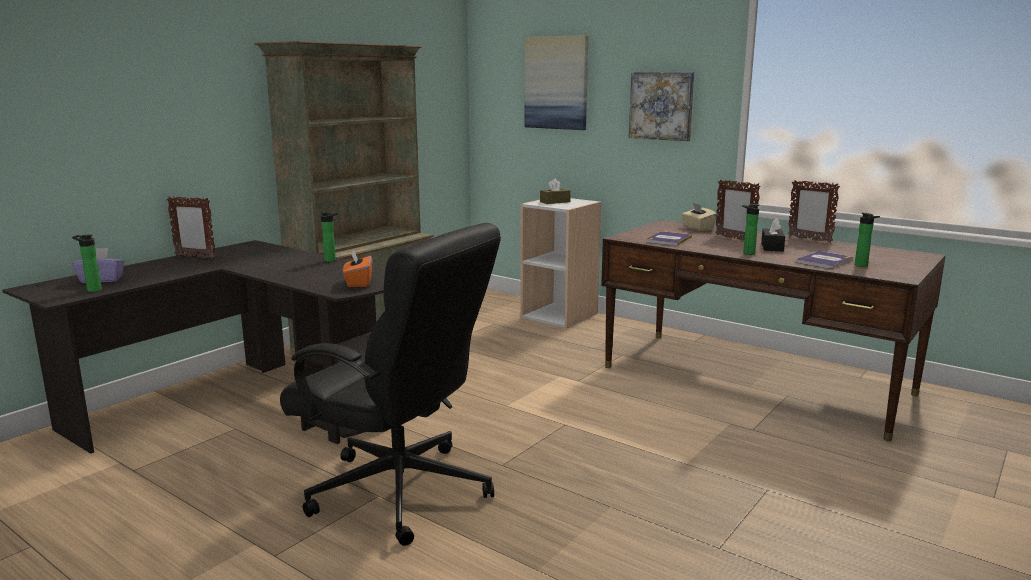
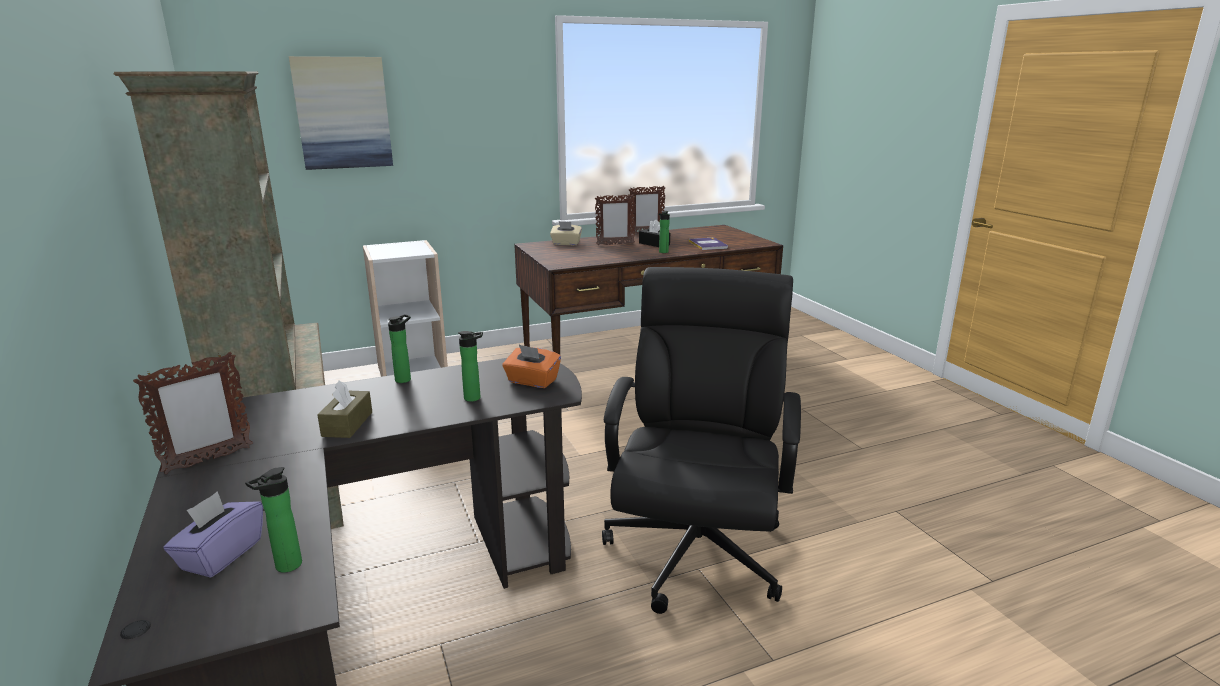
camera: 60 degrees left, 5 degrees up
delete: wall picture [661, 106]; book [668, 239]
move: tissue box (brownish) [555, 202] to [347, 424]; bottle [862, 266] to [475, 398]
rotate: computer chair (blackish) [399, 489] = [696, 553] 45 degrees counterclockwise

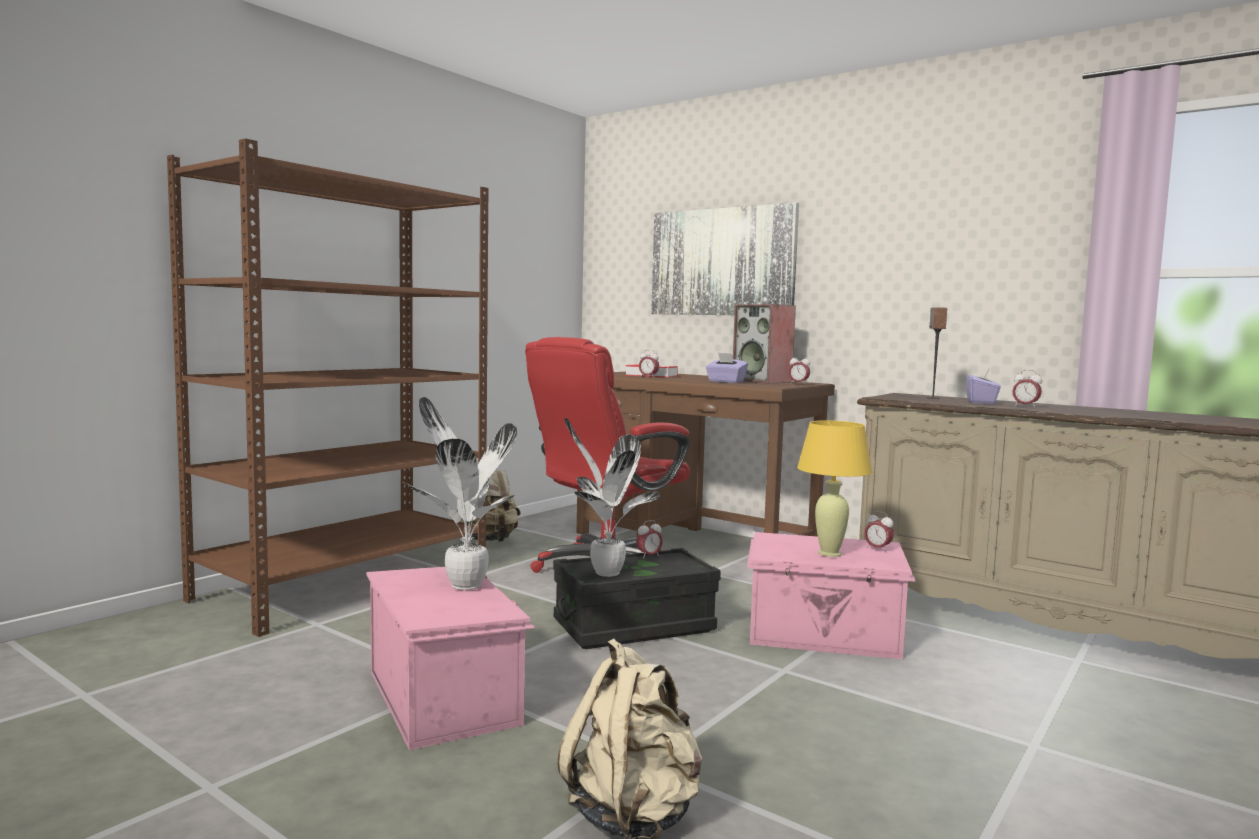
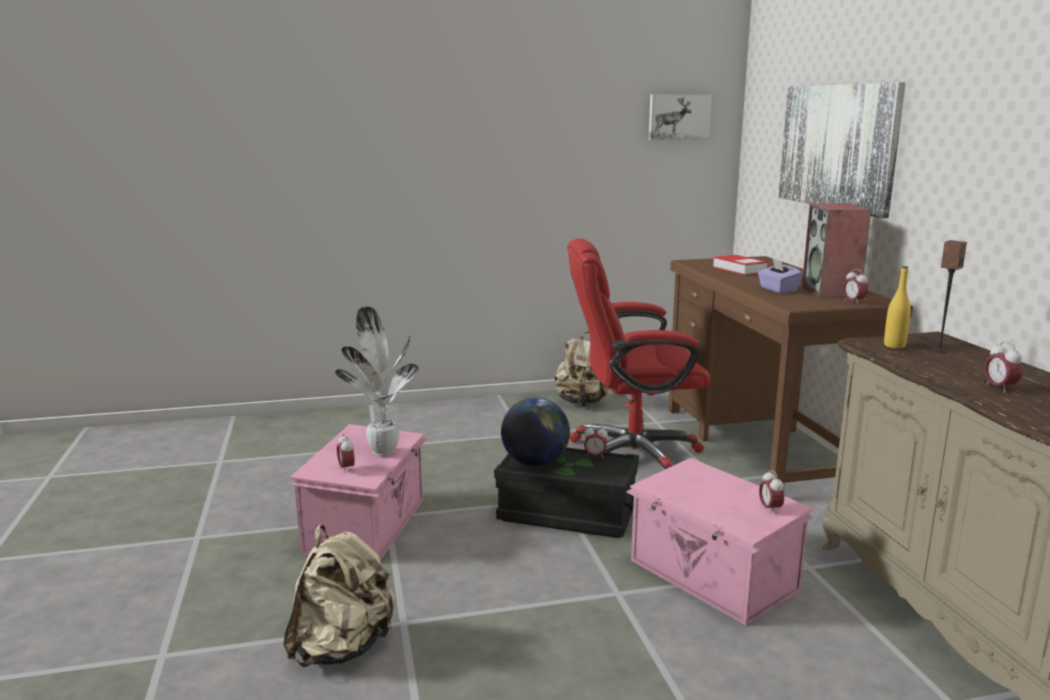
camera: 40 degrees right, 10 degrees up
delete: shelving unit (brownish) [346, 584]; table lamp (yellow-coloured) [829, 553]; tissue box (purple-coloured) [981, 402]
insert: wall picture [678, 117]; bottle (yellow-coloured) [894, 346]
move: table clock [648, 377] to [346, 468]
replace: potted plant [604, 573] to desk globe [535, 463]

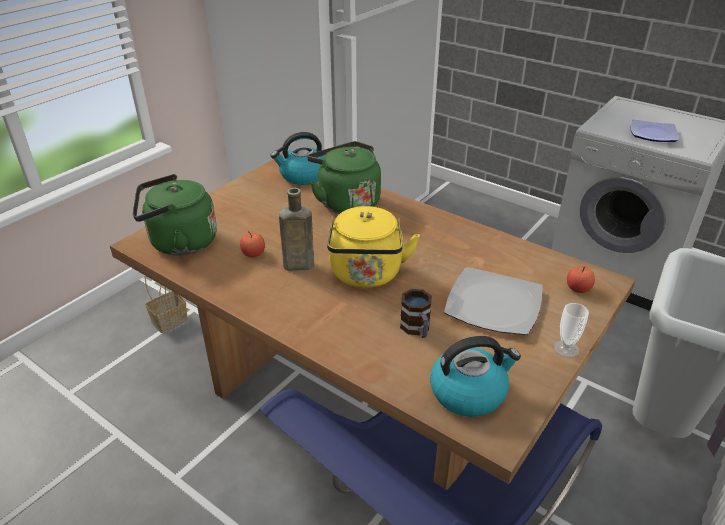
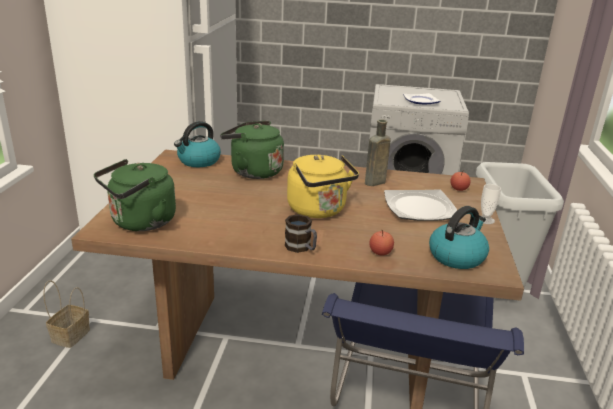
camera: 30 degrees left, 10 degrees down
move: apple fruit [253, 254] to [380, 252]; bottle (brownish) [296, 265] to [373, 183]; tea mug [417, 329] to [301, 248]

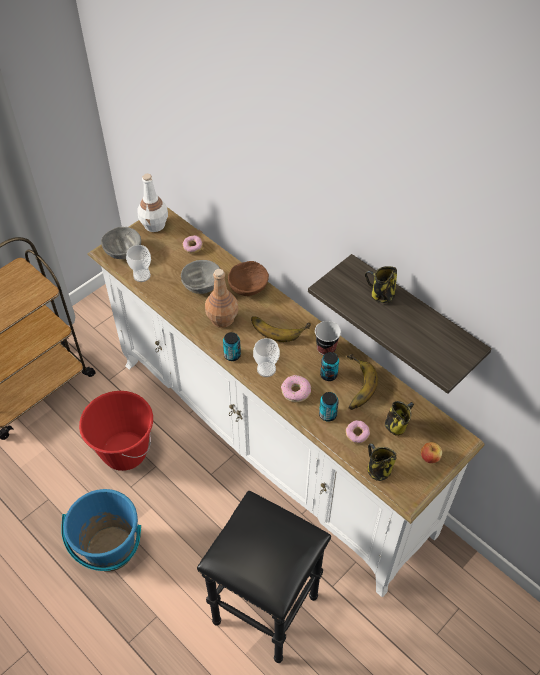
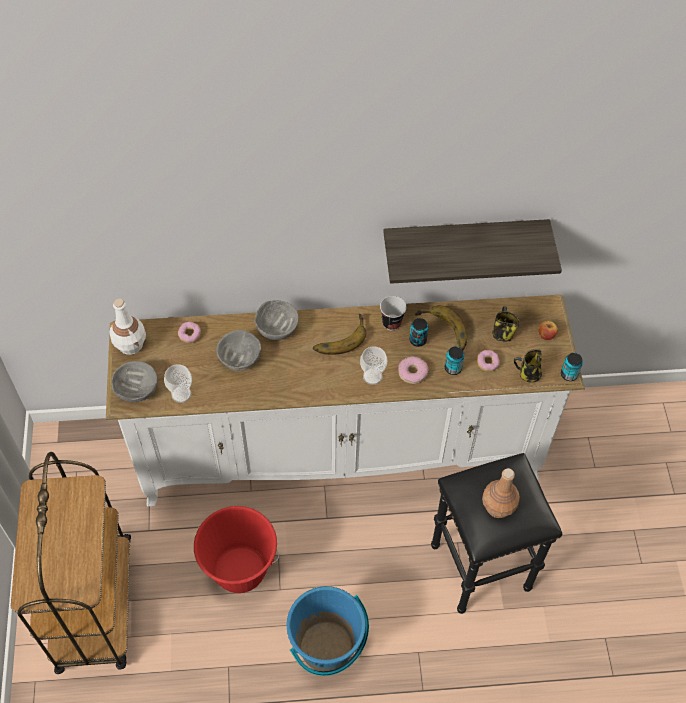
camera: 50 degrees left, 5 degrees up
delete: tea mug [381, 295]
move: bottle (brownish) [222, 318] to [497, 506]; can [232, 355] to [569, 374]
recolor: deep dish (brownish) [248, 287] to deep dish (greyish) [277, 328]

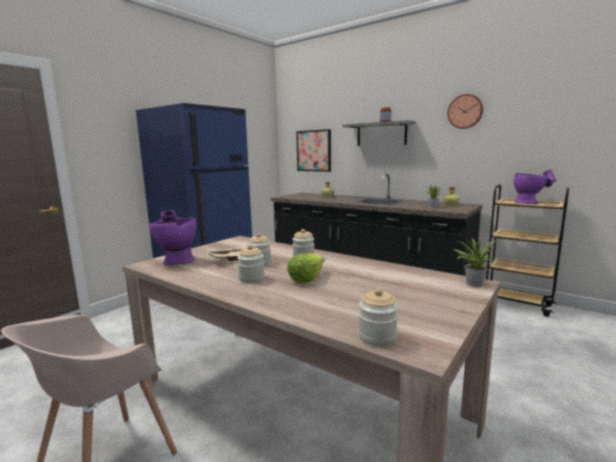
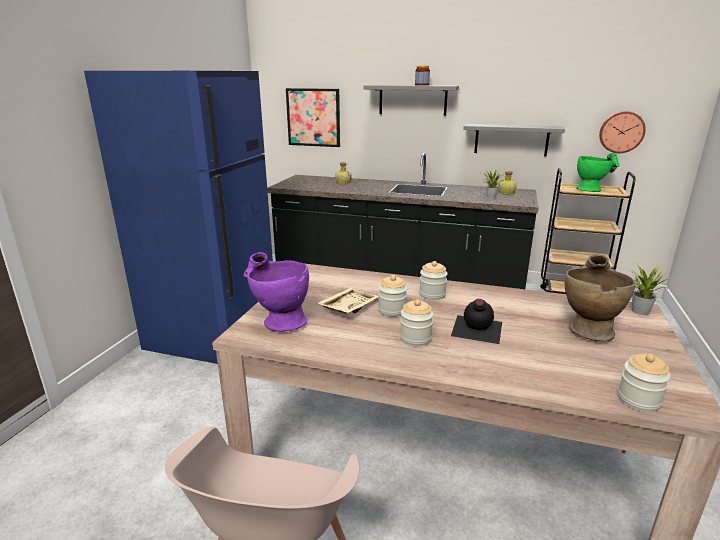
camera: 20 degrees left, 10 degrees up
insert: shelf (greyish) [511, 139]; decorative vase (sand-coloured) [588, 328]
move: hanging clock [465, 111] to [621, 132]
replace: lettuce head [306, 278] to bottle (blackish) [476, 329]
recolor: decorative vase (purple-coloured) [530, 203] to decorative vase (greenish) [592, 190]

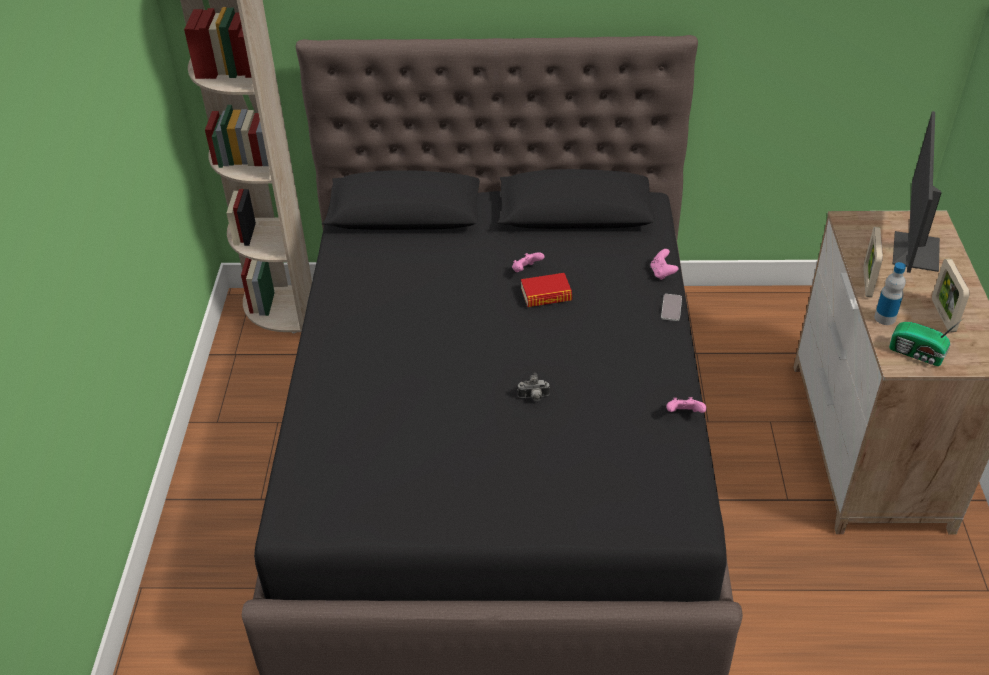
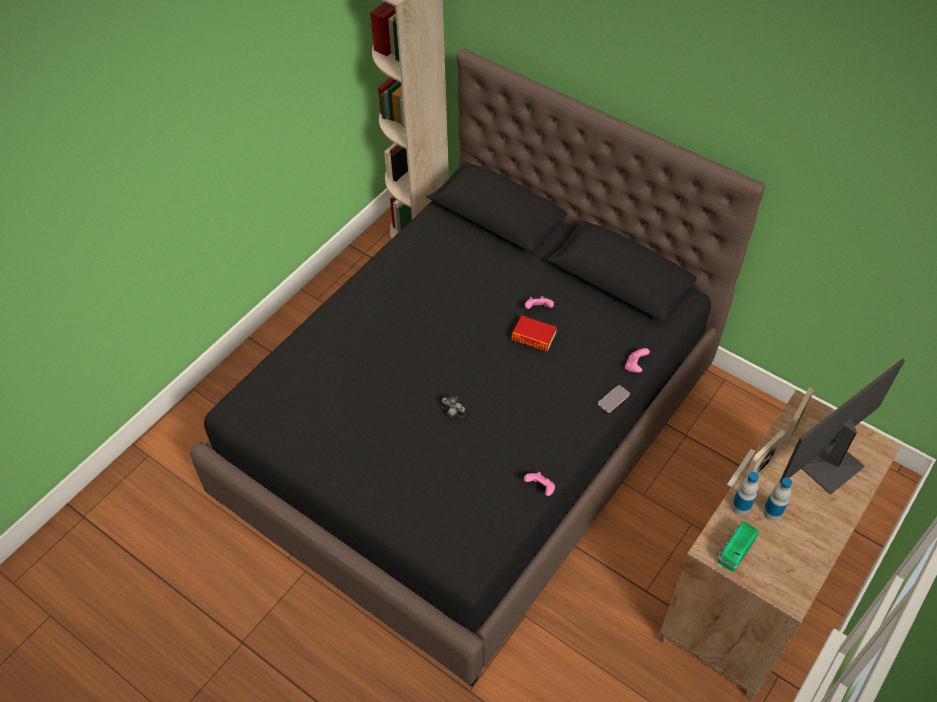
camera: 35 degrees right, 10 degrees up
insert: bottle [772, 512]
move: photo frame [943, 316] to [792, 428]
rotate: radio set [917, 354] = [734, 551] 60 degrees clockwise

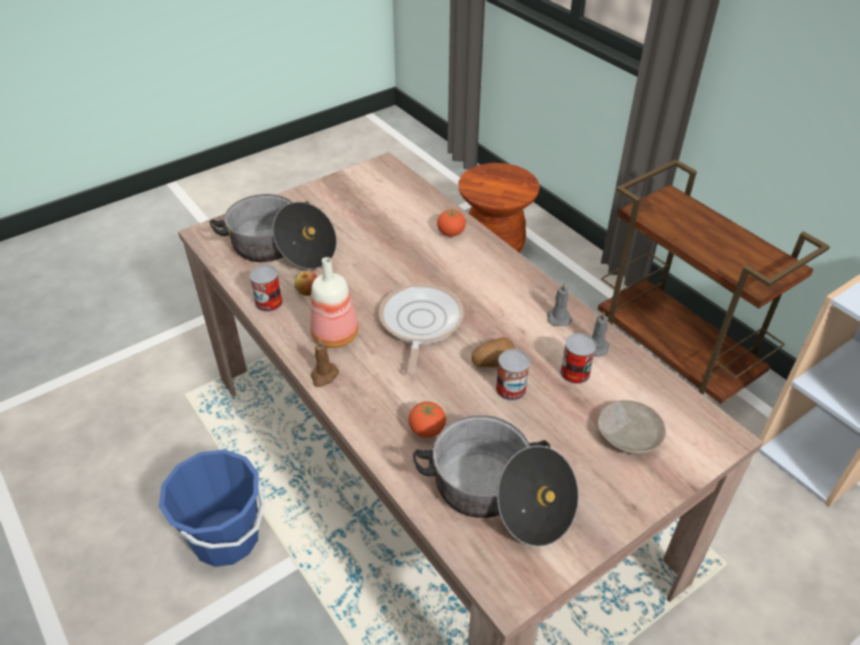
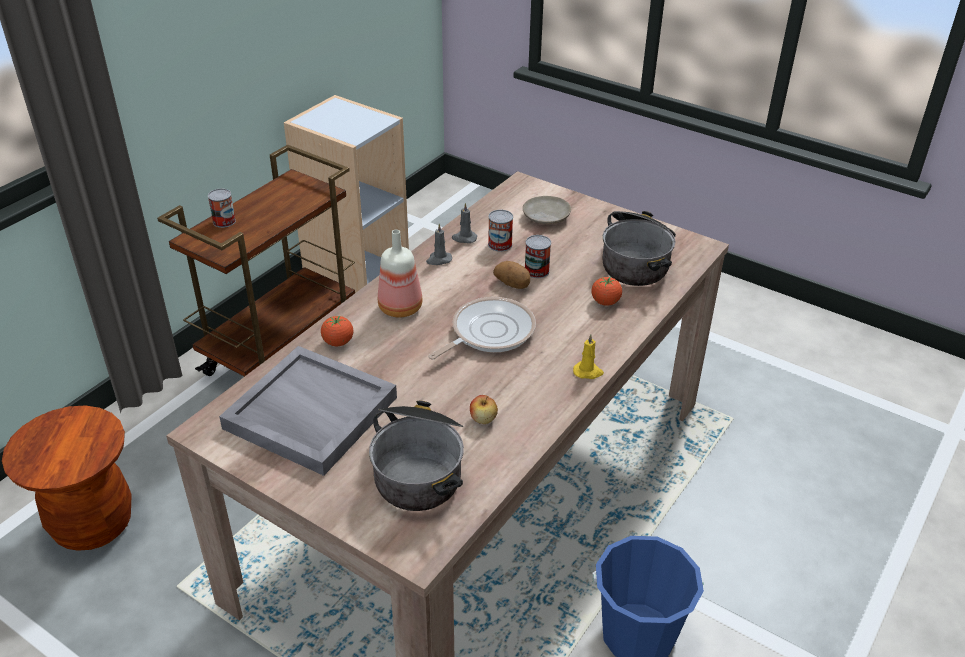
camera: 110 degrees left, 5 degrees down
insert: serving tray (greyish) [309, 413]
move: can [269, 302] to [224, 221]; bottle [336, 336] to [401, 307]
recolor: wax light (brownish) [324, 376] to wax light (yellow-coloured) [588, 372]
rotate: frying pan [420, 323] = [488, 332] 150 degrees clockwise

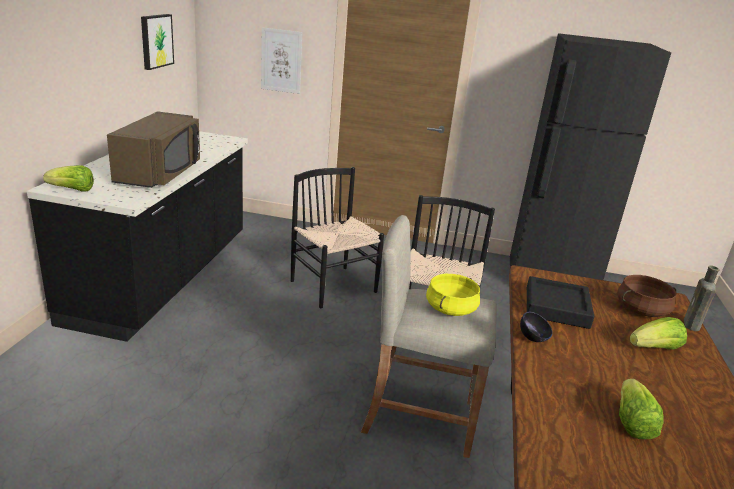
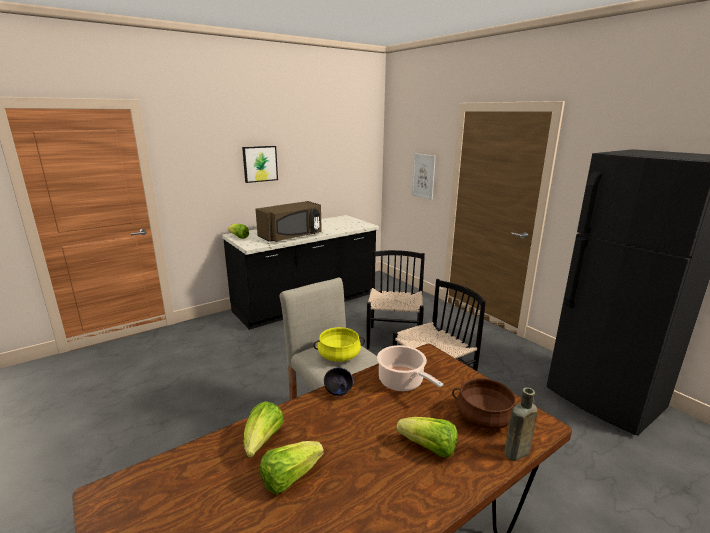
camera: 45 degrees right, 5 degrees down
insert: lettuce head [262, 442]
move: wall picture [156, 41] to [260, 163]
replace: serving tray (blackish) [556, 307] to saucepot [402, 382]

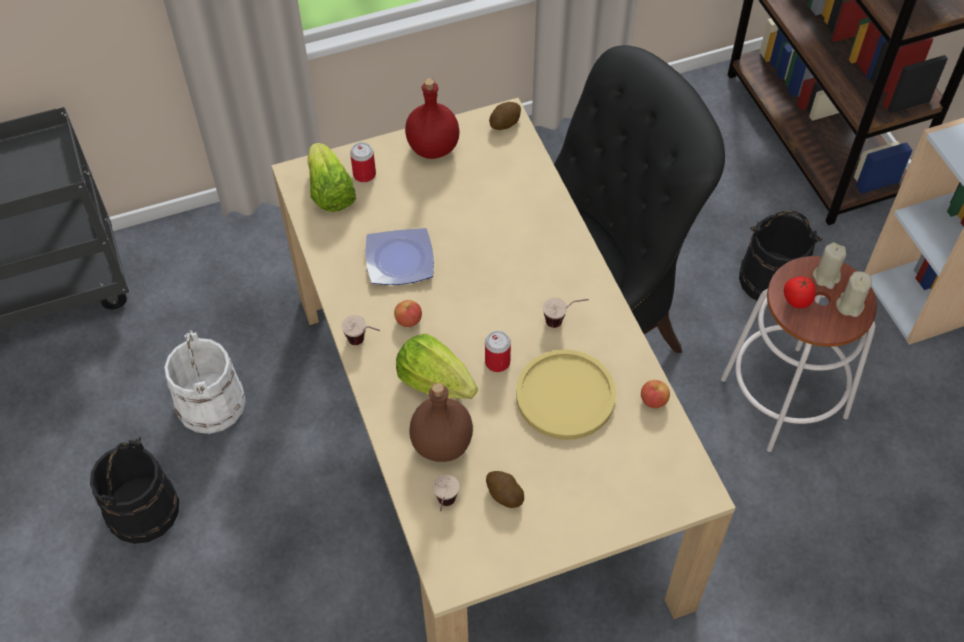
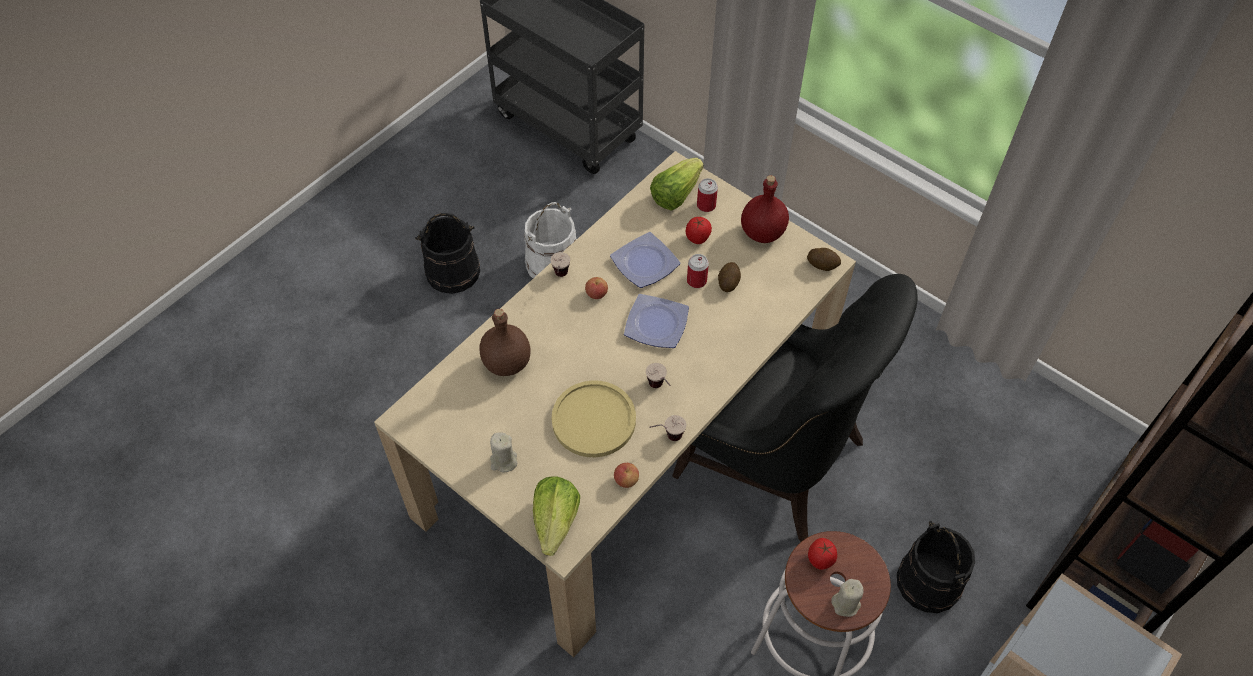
camera: 60 degrees right, 0 degrees up
insert: plate [655, 323]; tomato [698, 238]
move: lettuce head [435, 381] to [555, 522]; cup [445, 508] to [666, 438]; can [497, 362] to [696, 281]; spud [504, 494] to [728, 282]; wax light (sand-coloured) [826, 277] to [503, 461]

